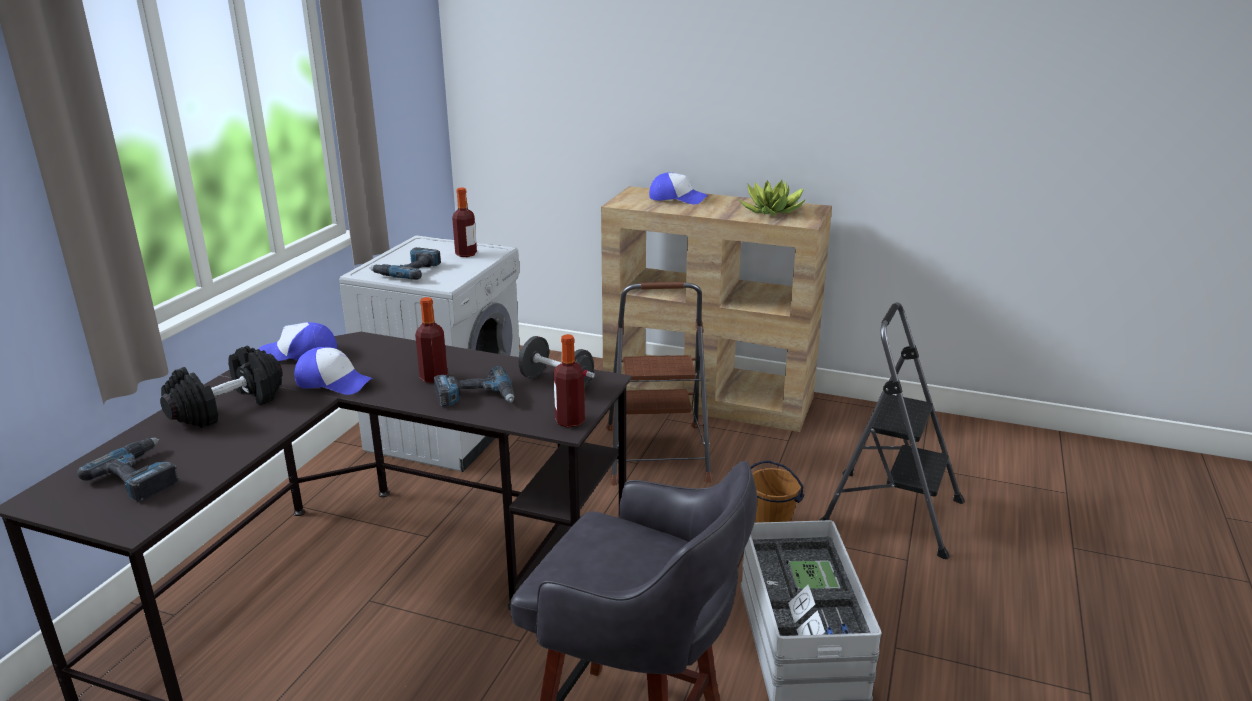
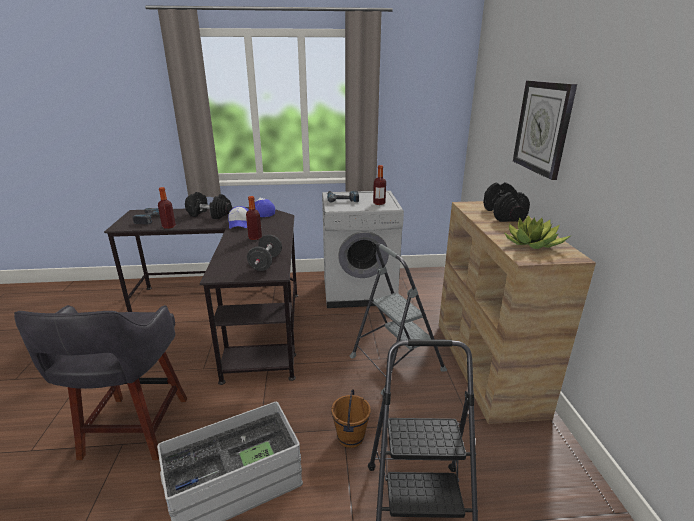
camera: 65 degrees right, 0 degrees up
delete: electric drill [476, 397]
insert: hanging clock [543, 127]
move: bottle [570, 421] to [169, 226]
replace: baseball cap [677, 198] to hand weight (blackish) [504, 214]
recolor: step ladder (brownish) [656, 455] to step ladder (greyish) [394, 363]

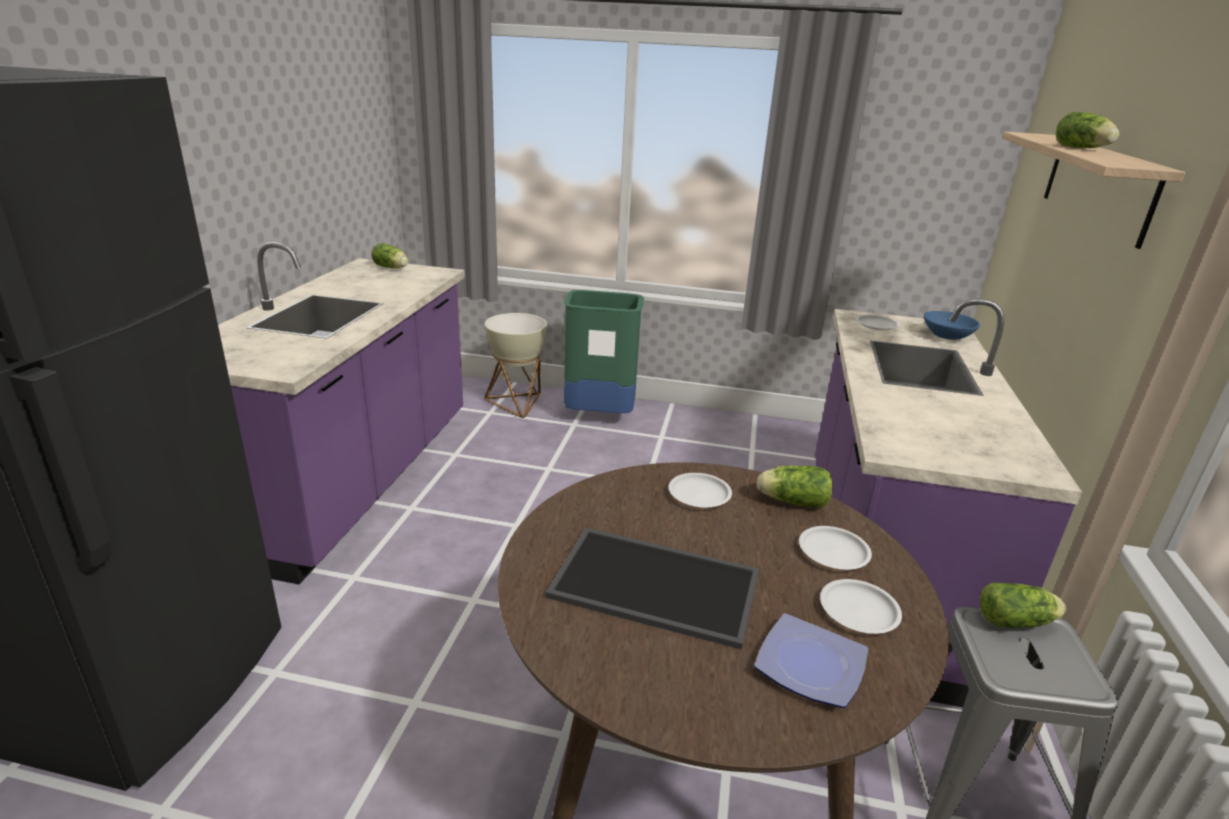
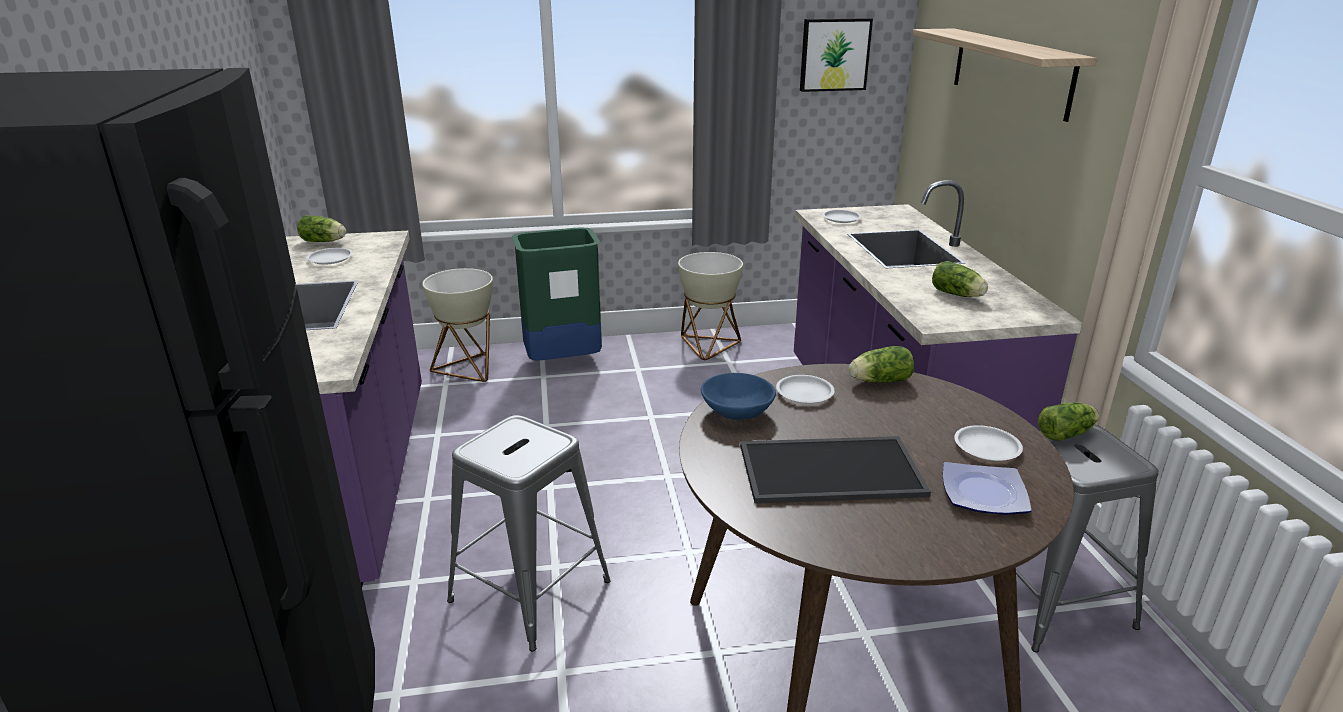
camera: 20 degrees left, 0 degrees up
insert: stool seat (greyish) [530, 590]; flower pot [708, 347]; wall picture [834, 54]
move: plate (white-coloured) [833, 552] to [330, 259]; deep dish (bluish) [946, 336] to [737, 412]; lettuce head [1083, 148] to [958, 295]

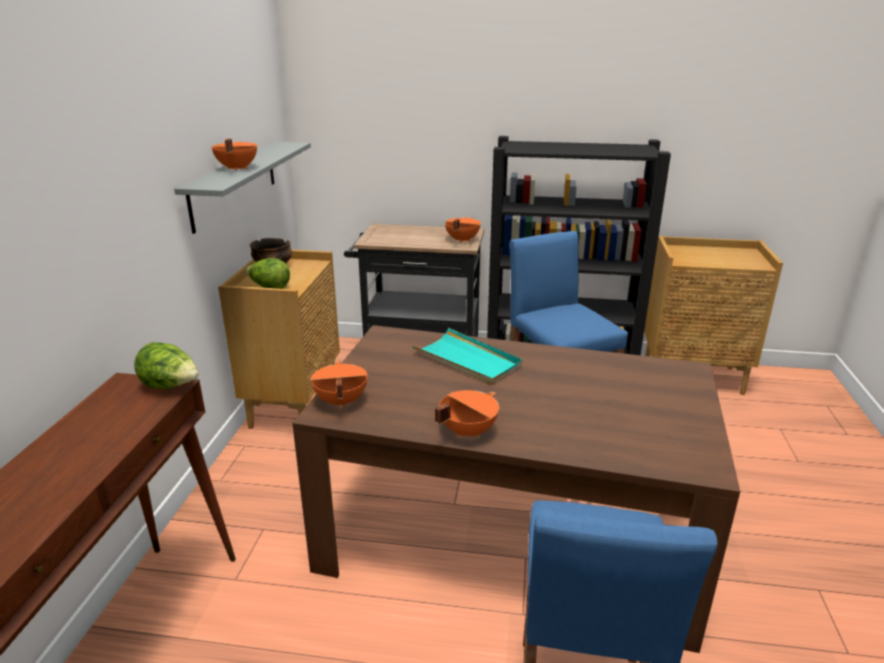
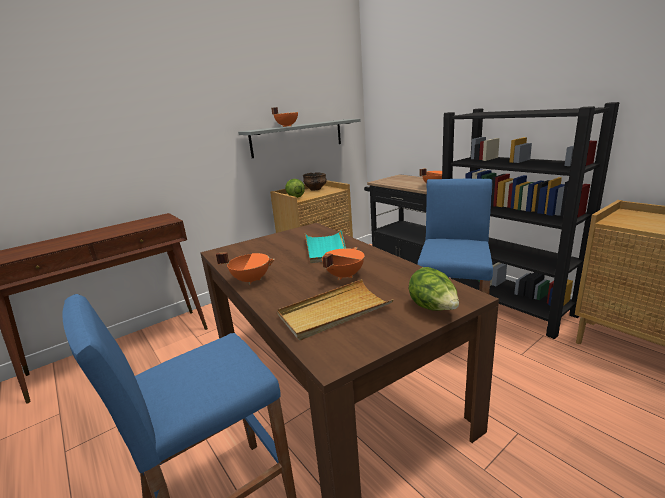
camera: 45 degrees right, 5 degrees down
insert: serving tray (sand-coloured) [334, 312]
move: lettuce head [171, 387] to [433, 308]; saucepot (orange) [340, 401] to [343, 276]

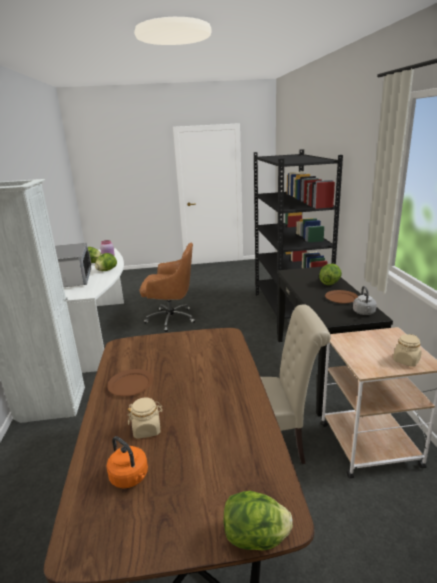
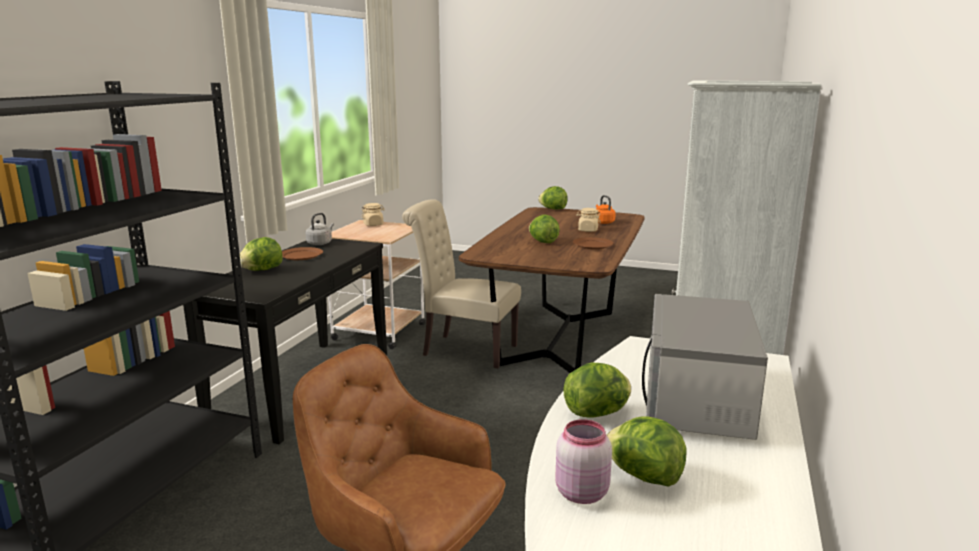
camera: 155 degrees left, 5 degrees down
insert: lettuce head [543, 242]

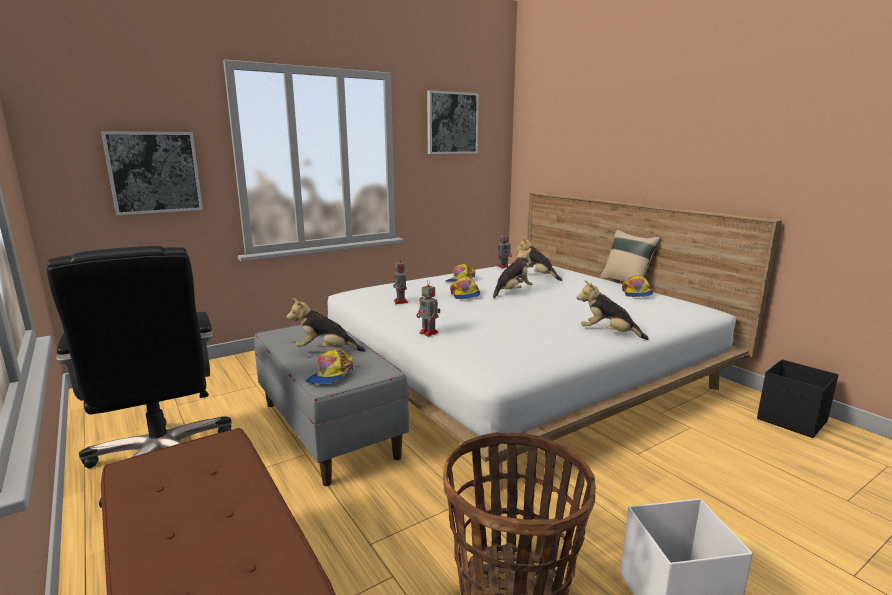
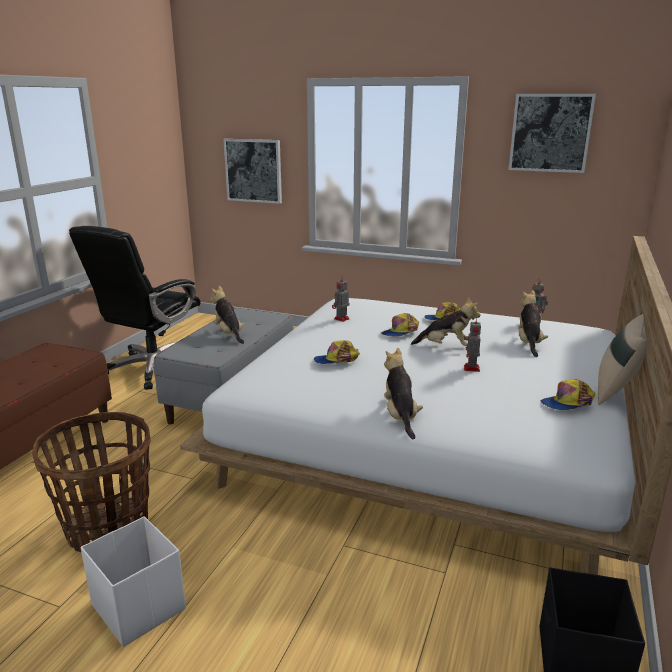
camera: 55 degrees right, 5 degrees up
move: baseball cap [331, 375] to [337, 360]; toy robot [429, 333] to [471, 369]

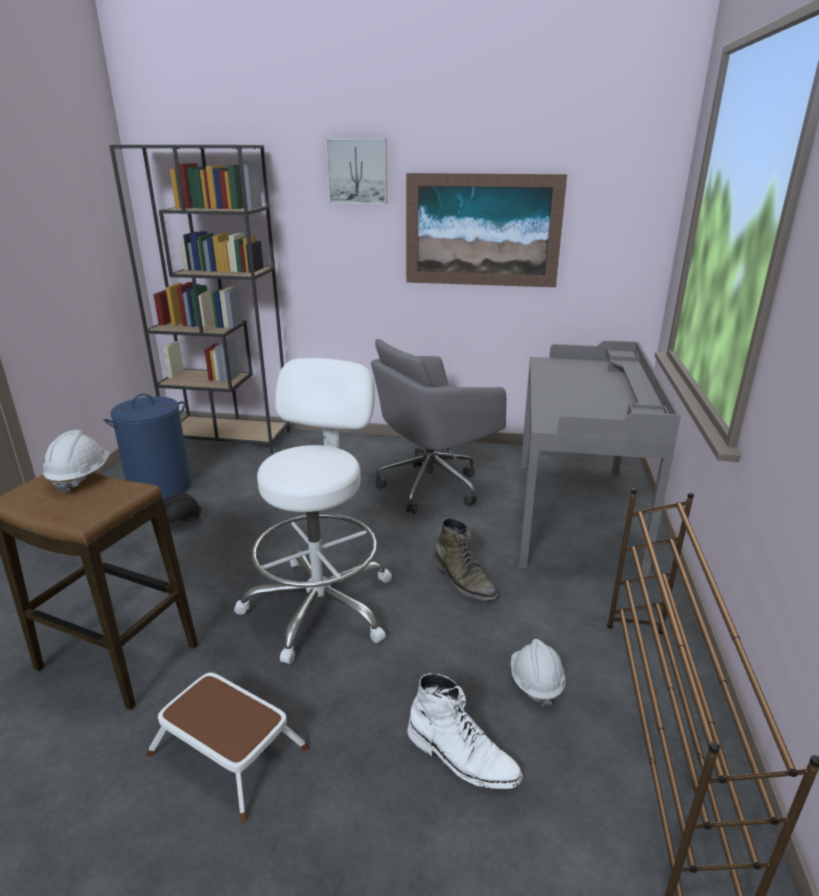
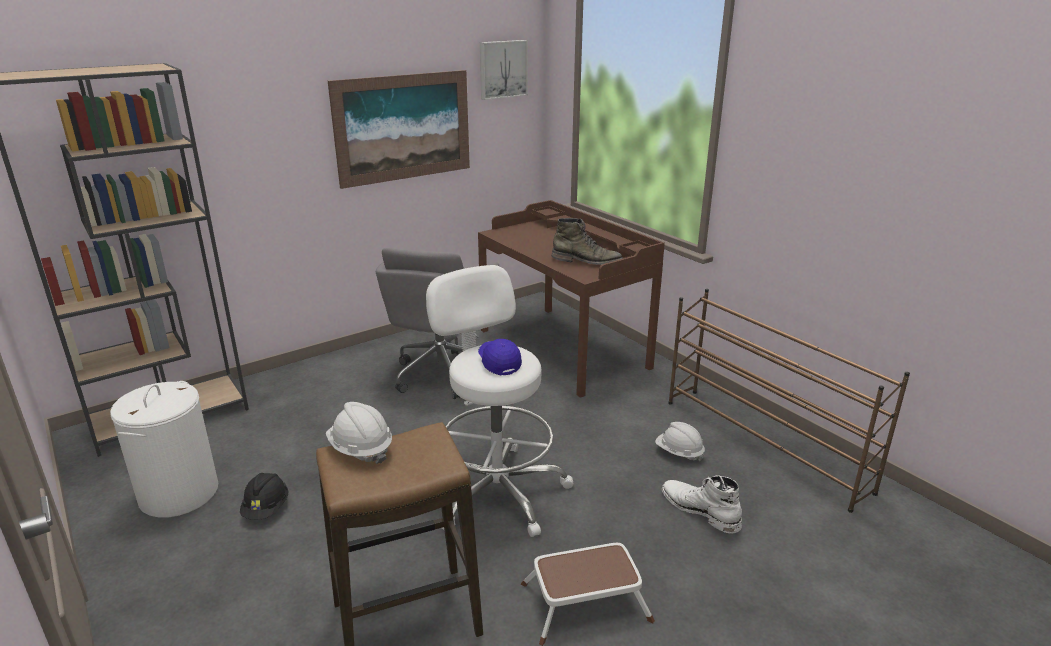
camera: 45 degrees left, 0 degrees up
insert: baseball cap (bluish) [499, 363]
move: wall picture [358, 171] to [502, 69]; high-top boot (greenish) [463, 580] to [586, 261]
recolor: laundry basket (bluish) [161, 487] to laundry basket (white-coloured) [179, 493]; desk unit (greyish) [576, 514] to desk unit (brownish) [563, 348]
rotate: high-top boot (white-coloured) [462, 757] = [700, 510] 120 degrees counterclockwise

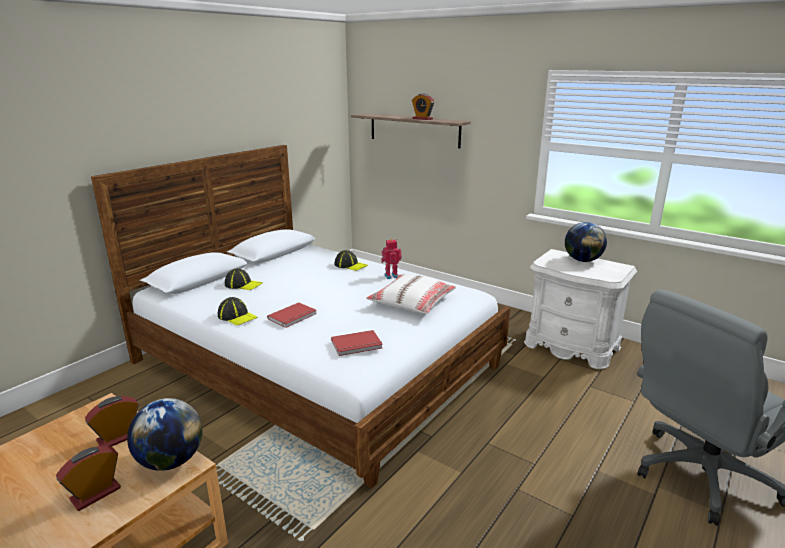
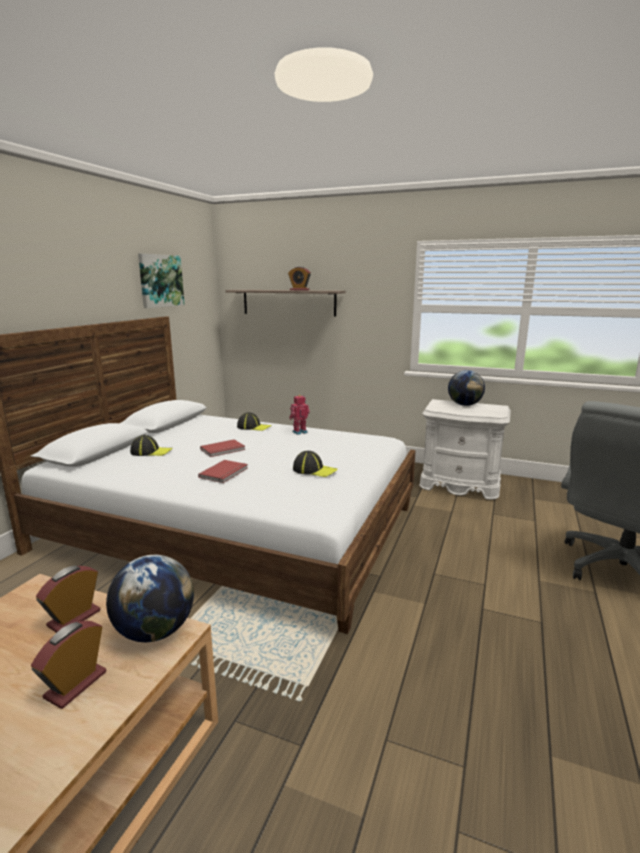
camera: 15 degrees left, 5 degrees down
delete: throw pillow (white-coloured) [412, 302]
insert: wall picture [160, 281]
move: baseball cap [237, 316] to [314, 470]; book (red-coloured) [357, 345] to [223, 450]

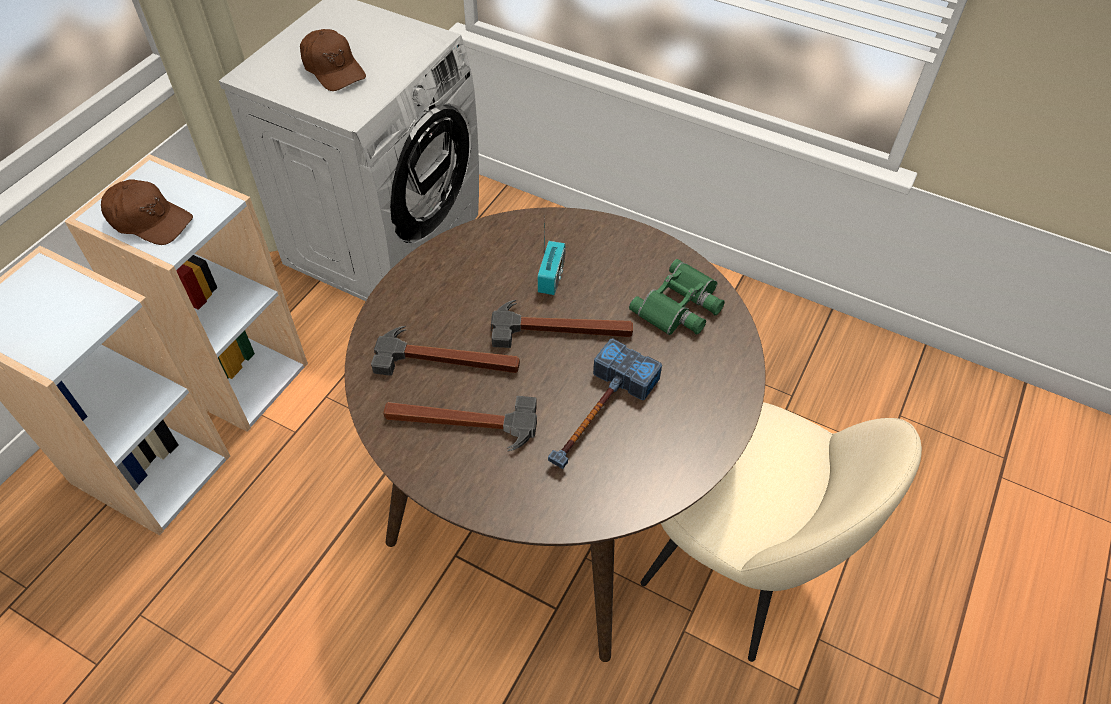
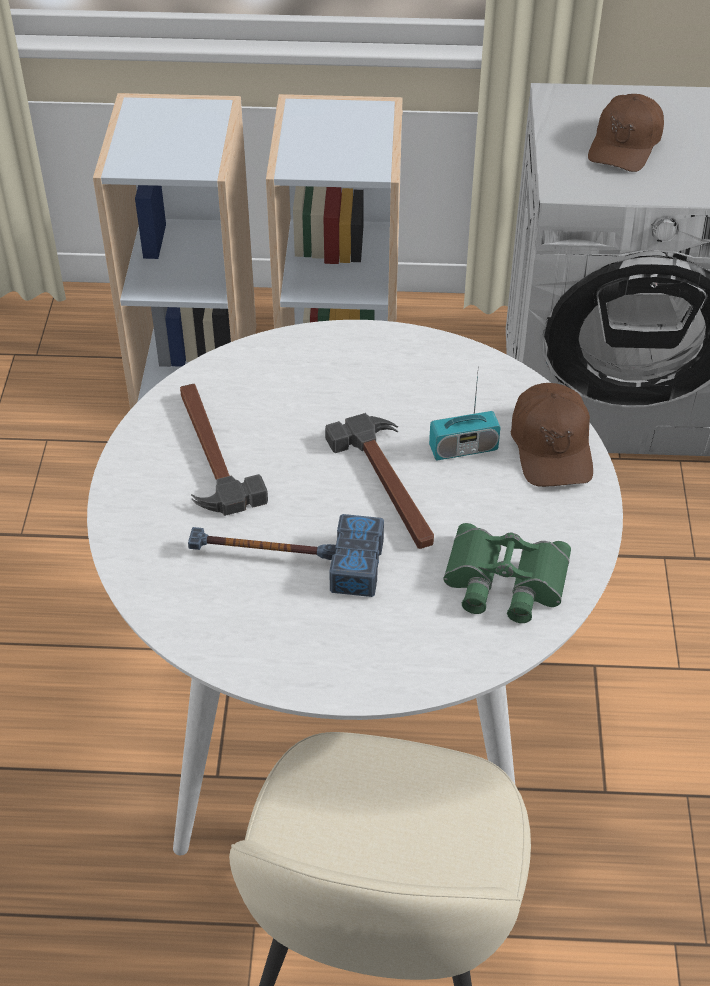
camera: 65 degrees right, 5 degrees down
delete: hand hammer [448, 360]
move: baseball cap (brownish) [149, 221] to [552, 447]
recolor: dinner table (brownish) [552, 500] to dinner table (white-coloured) [355, 715]

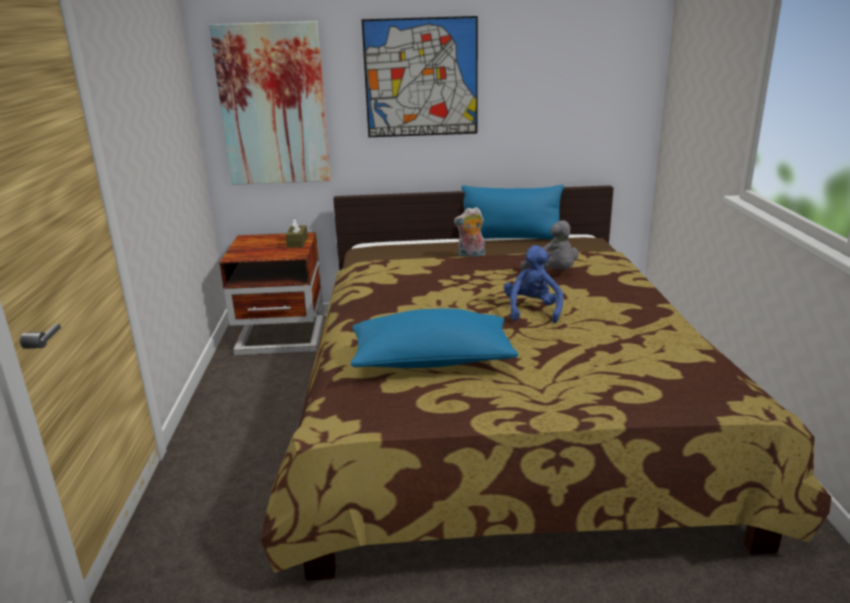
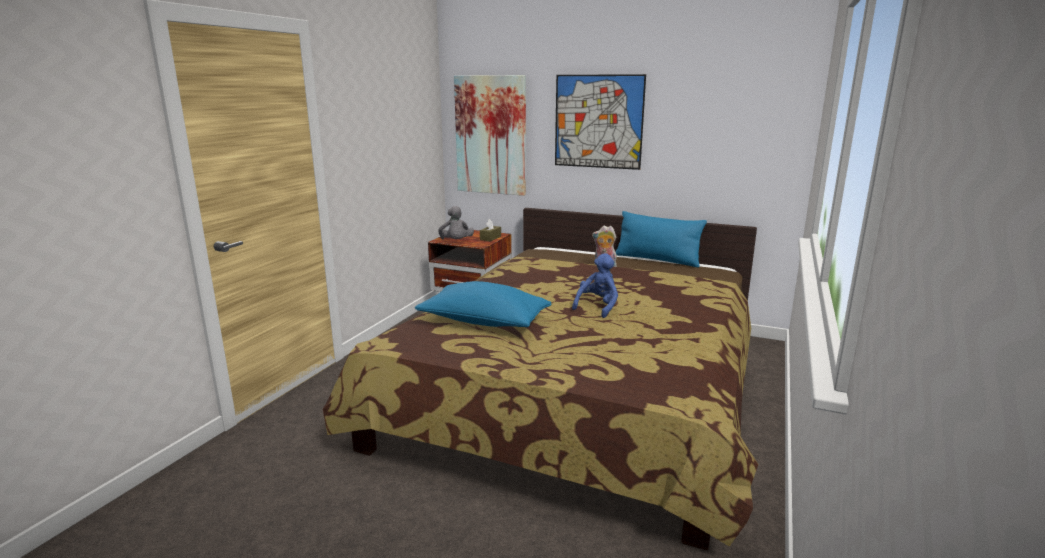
camera: 25 degrees right, 5 degrees down
move: cuddly toy (greyish) [552, 273] to [456, 242]

